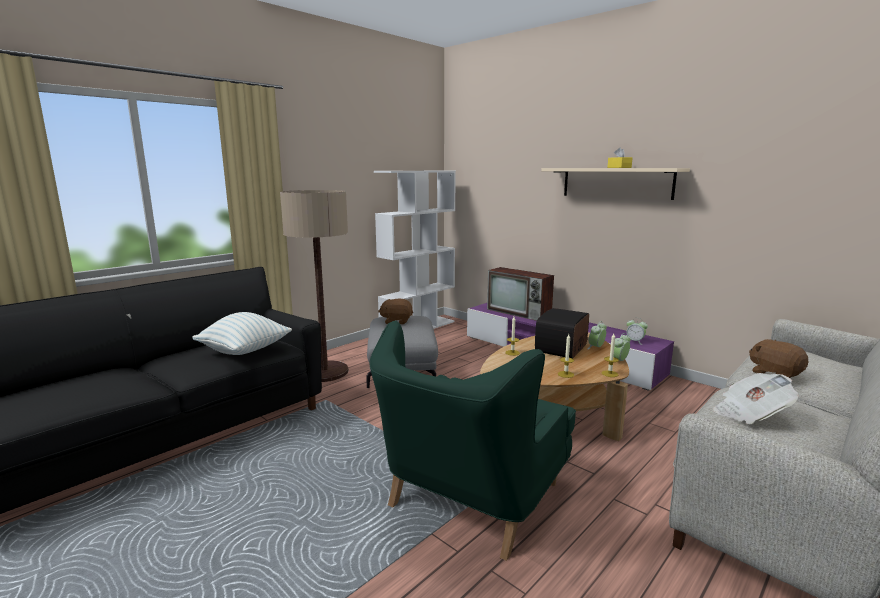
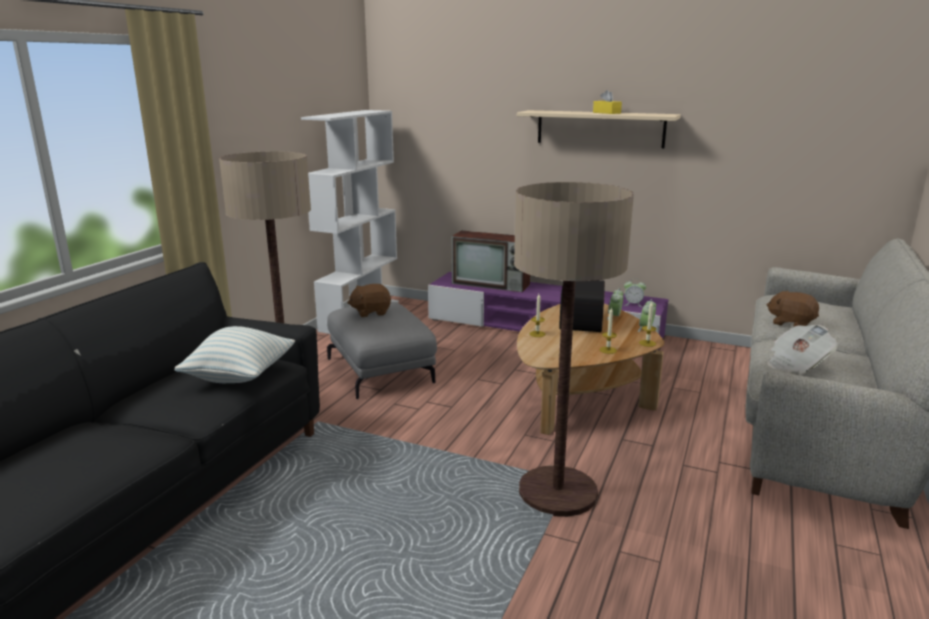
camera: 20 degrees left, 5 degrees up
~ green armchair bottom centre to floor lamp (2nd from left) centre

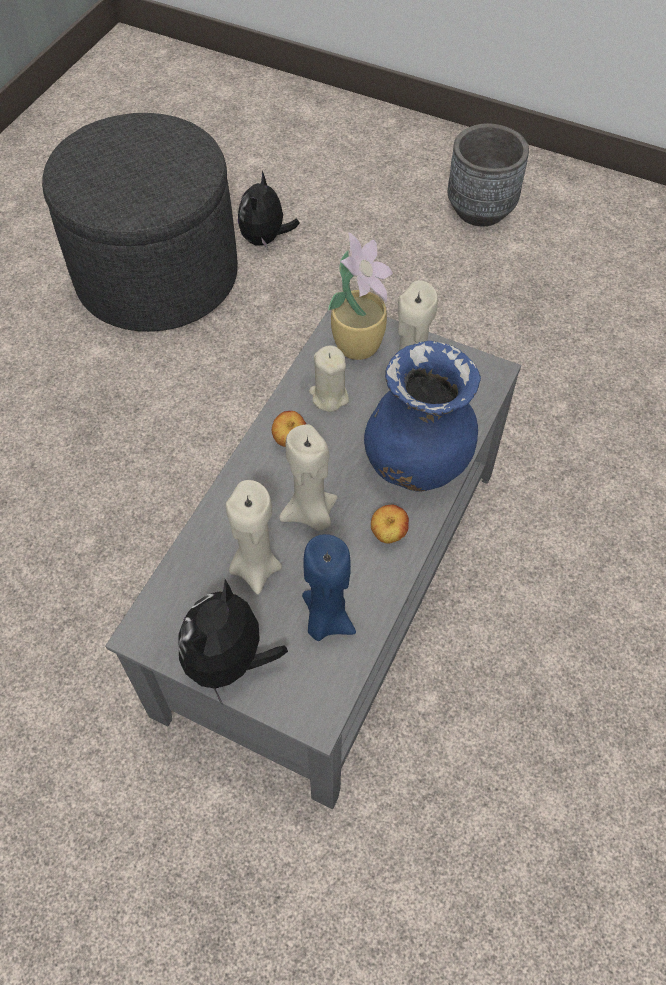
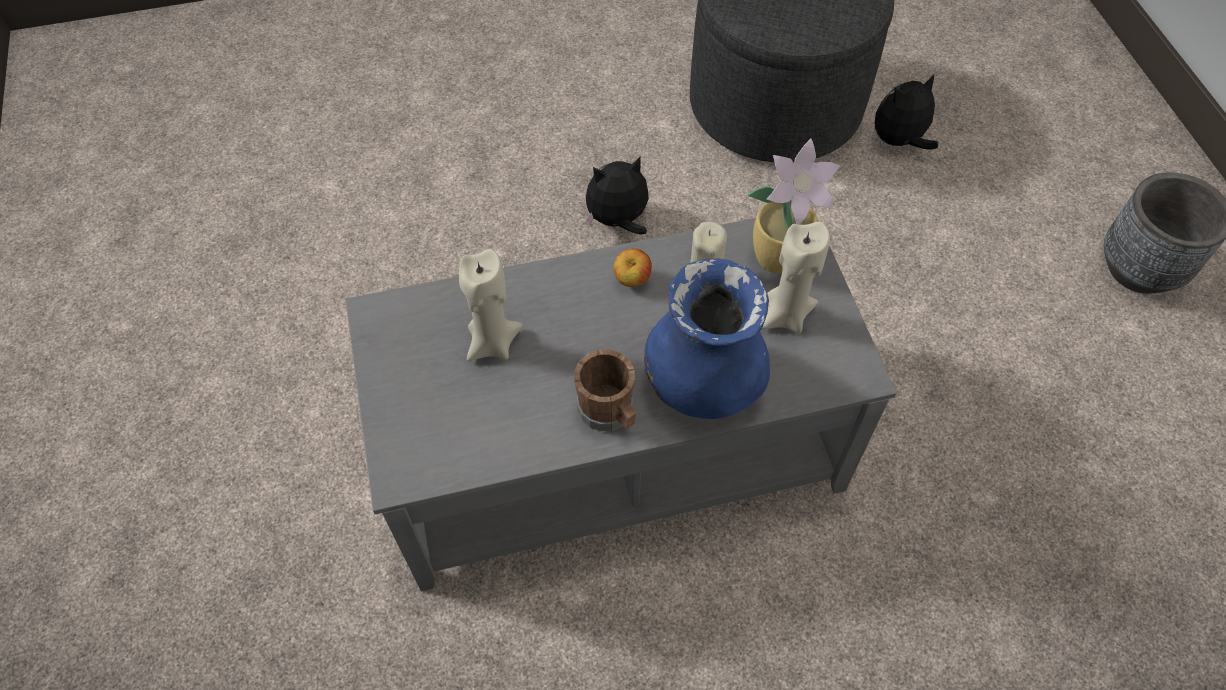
camera: 50 degrees right, 0 degrees up
~ plush toy (1st from left) centre to top centre
- beige candle (2nd from left) centre
- blue candle centre
~ apple (2nd from left) centre to brown mug centre

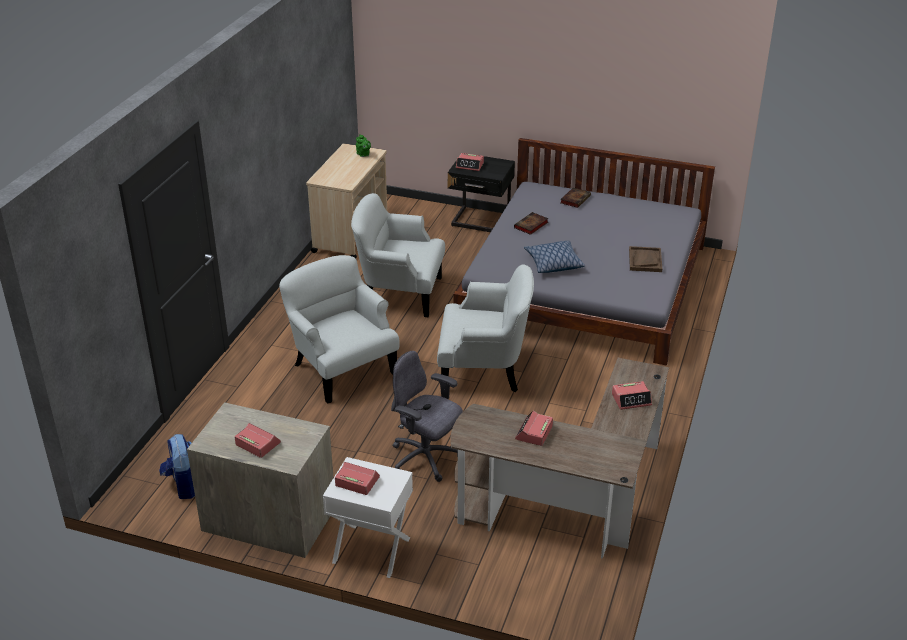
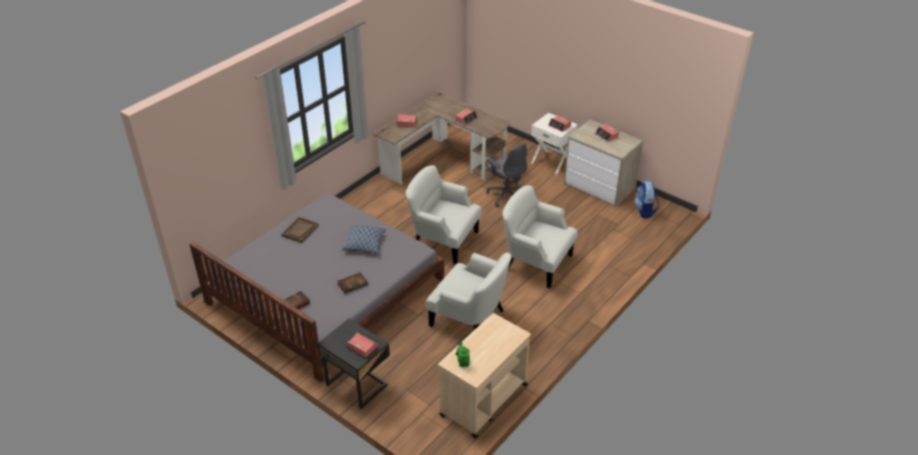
camera: 160 degrees left, 5 degrees up
~ white armchair (1st from left in the first image) centre = centre 135 degrees clockwise

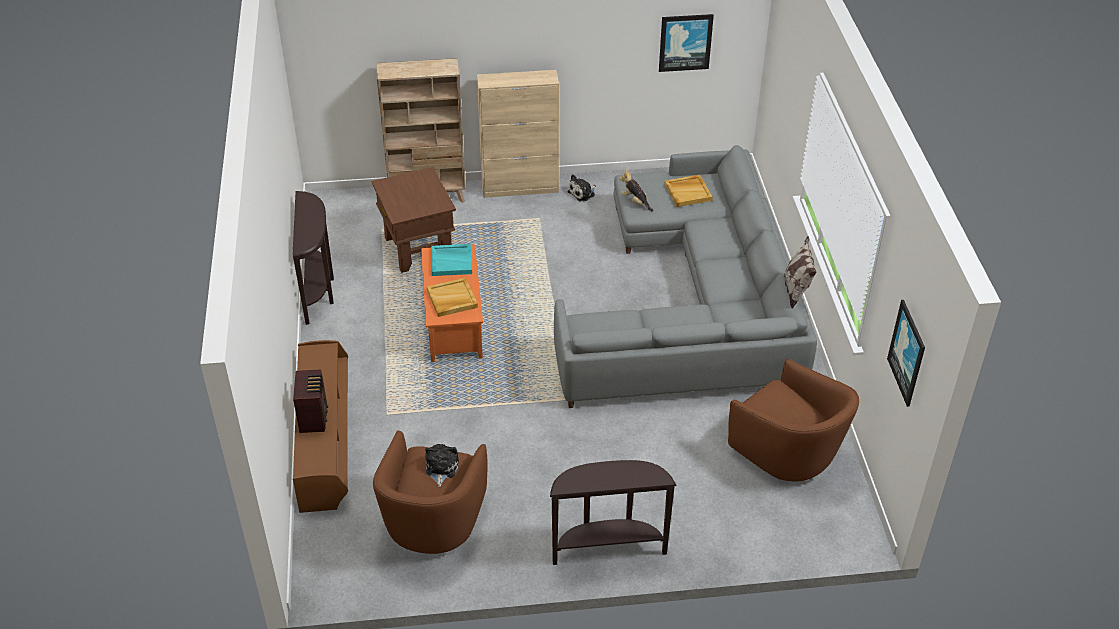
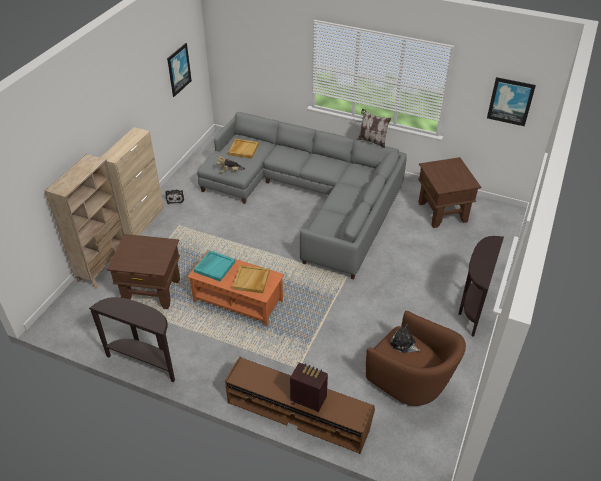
camera: 60 degrees left, 0 degrees up
~ brown armchair (2nd from left) bottom right to brown side table (2nd from left) middle right

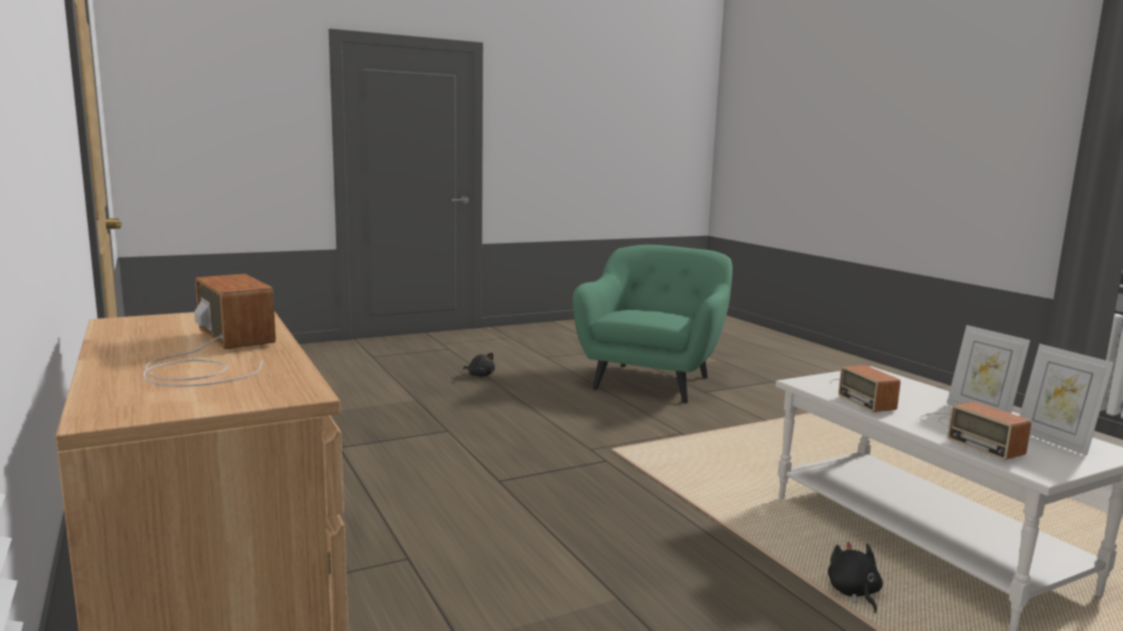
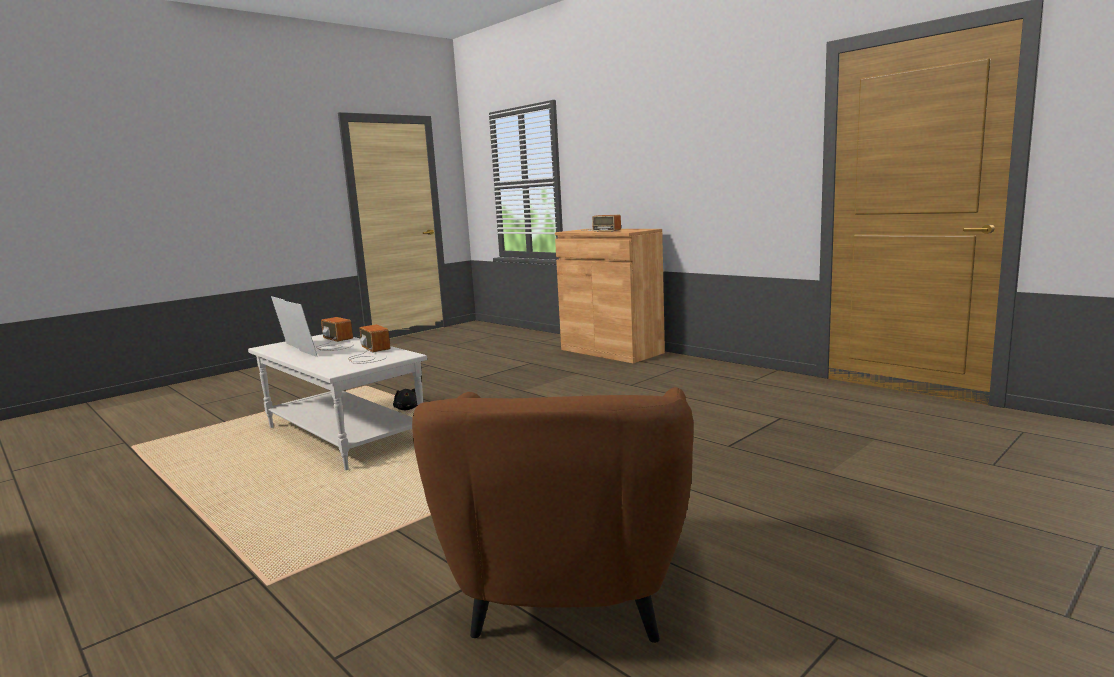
camera: 165 degrees right, 0 degrees up
- black plush toy (1st from left) centre
~ green armchair centre to brown armchair bottom centre

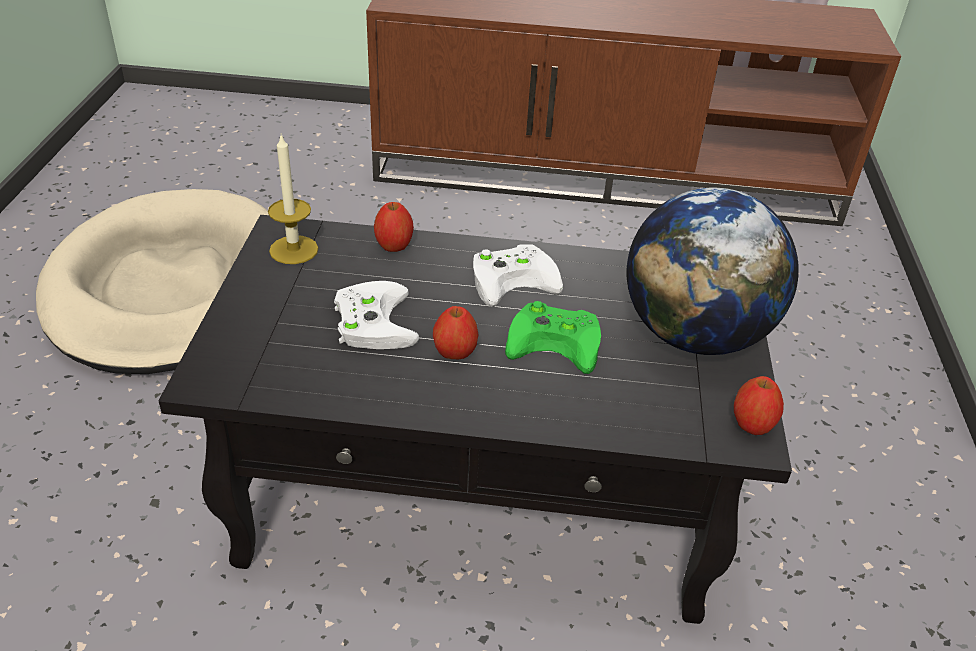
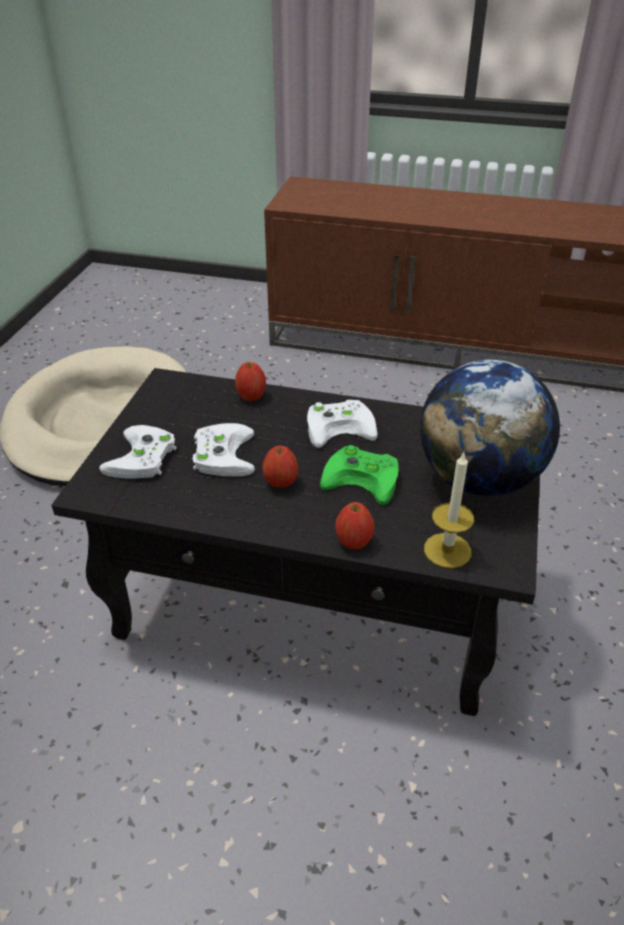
camera: 10 degrees right, 0 degrees up
~ candle top left to middle right
~ apple (3rd from left) middle right to centre
+ white game controller (1st from left) middle left

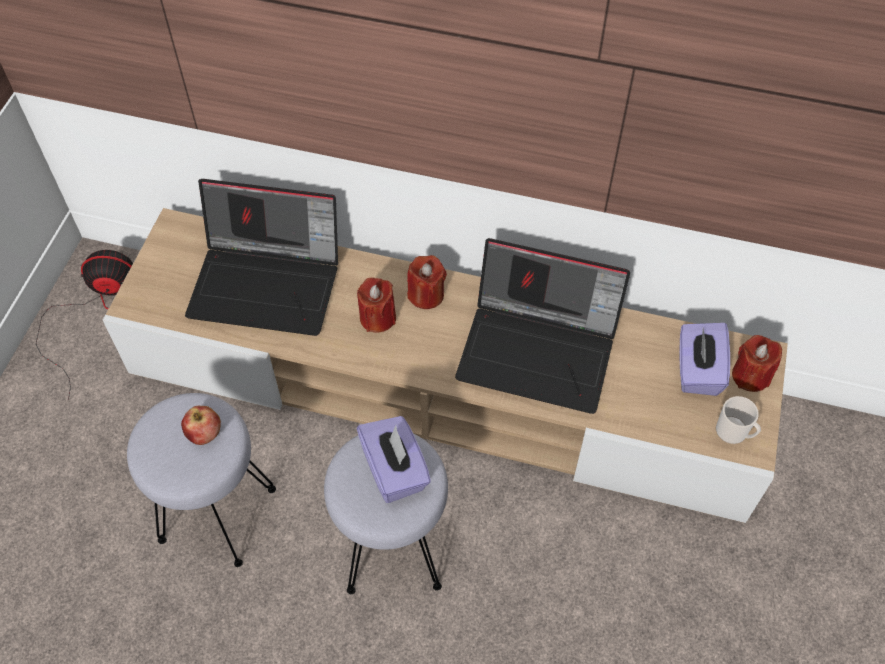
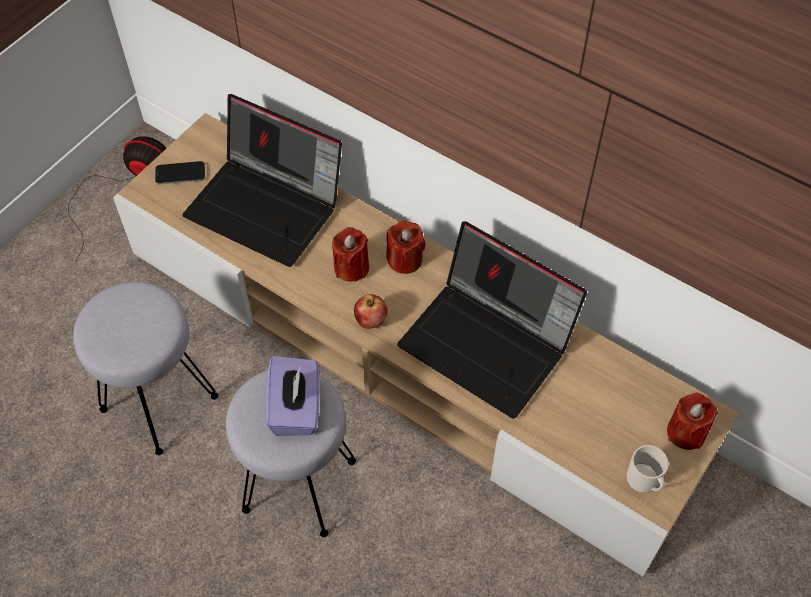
camera: 20 degrees right, 0 degrees up
~ apple middle left to centre
- purple tissue box (2nd from left) middle right
+ phone top left

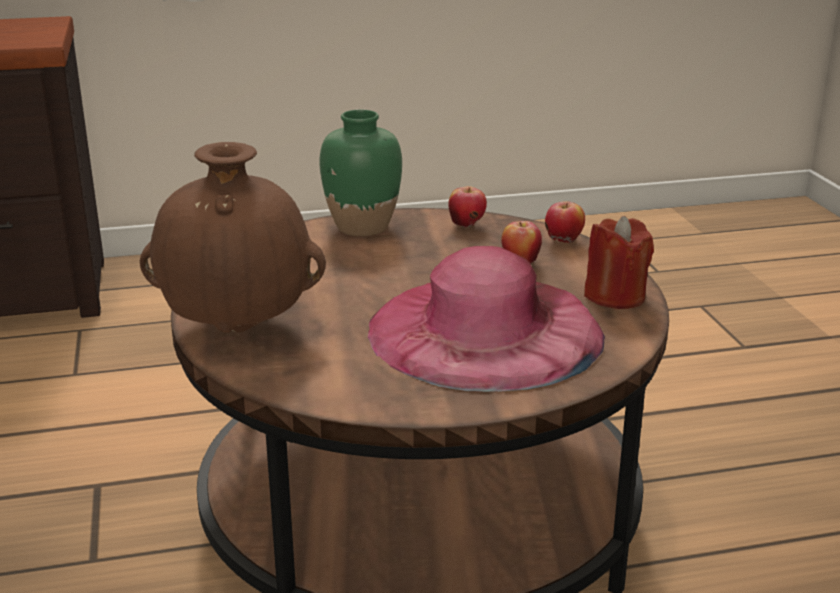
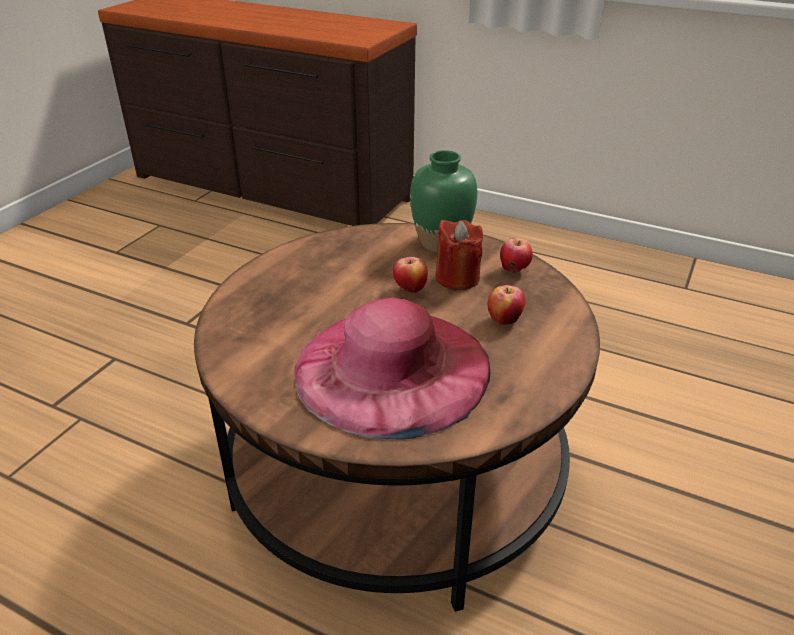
camera: 40 degrees right, 10 degrees up
- brown vase middle left
~ apple (3rd from left in the first image) middle right to apple (1st from left) centre
~ red candle middle right to centre

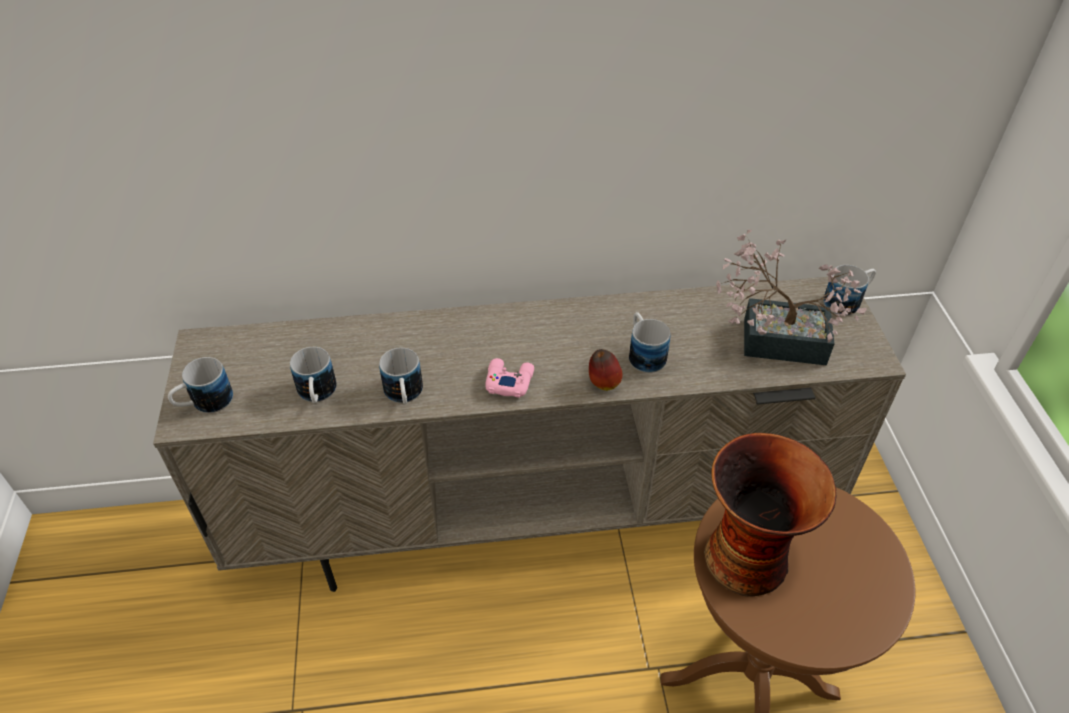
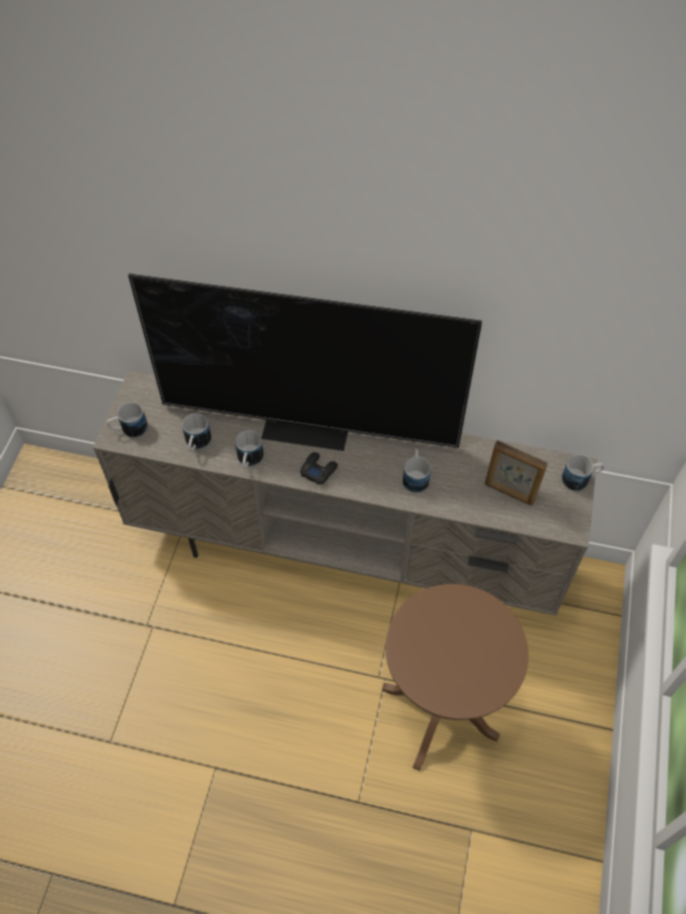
camera: 20 degrees right, 10 degrees up
~ pink game controller centre to black game controller centre
- apple centre
- vase bottom right
~ potted plant middle right to picture frame middle right
+ television centre

